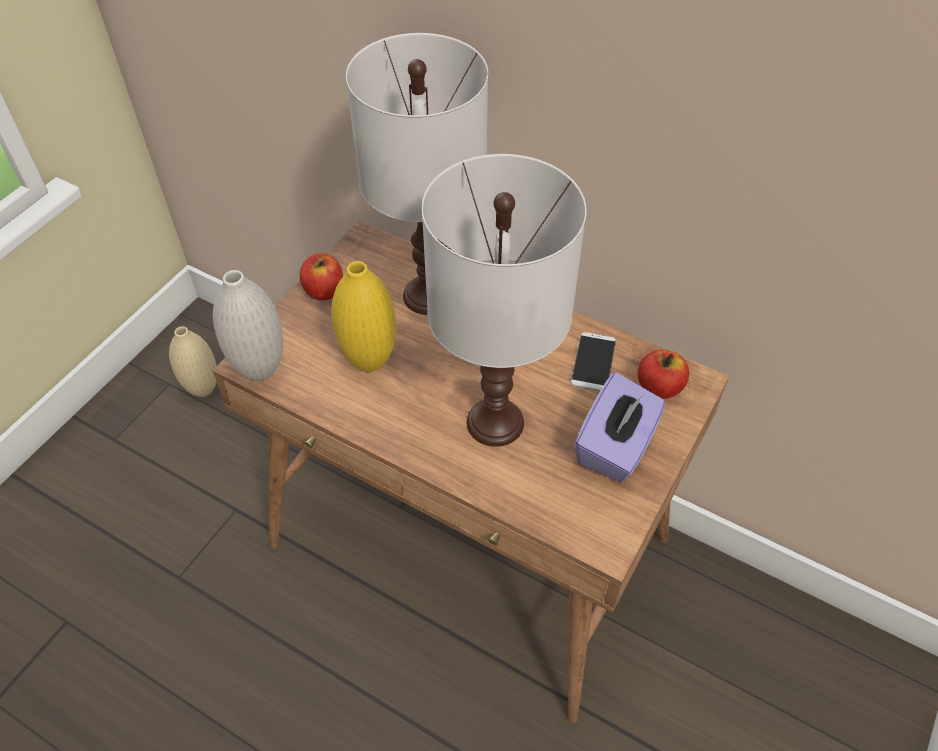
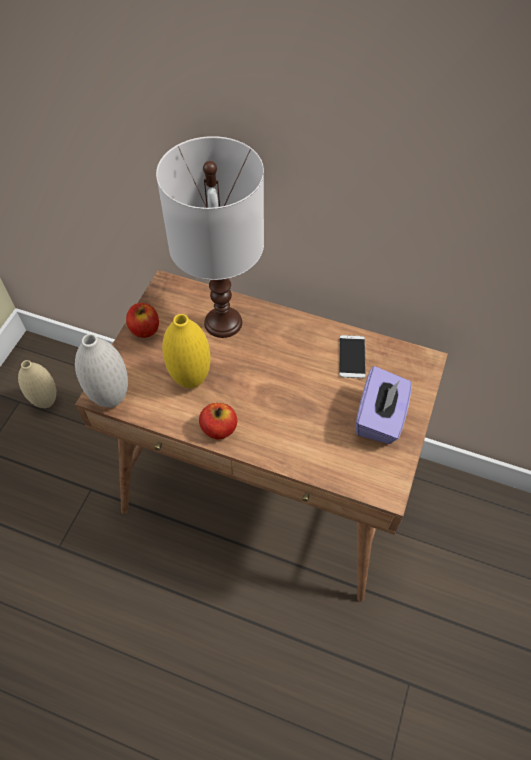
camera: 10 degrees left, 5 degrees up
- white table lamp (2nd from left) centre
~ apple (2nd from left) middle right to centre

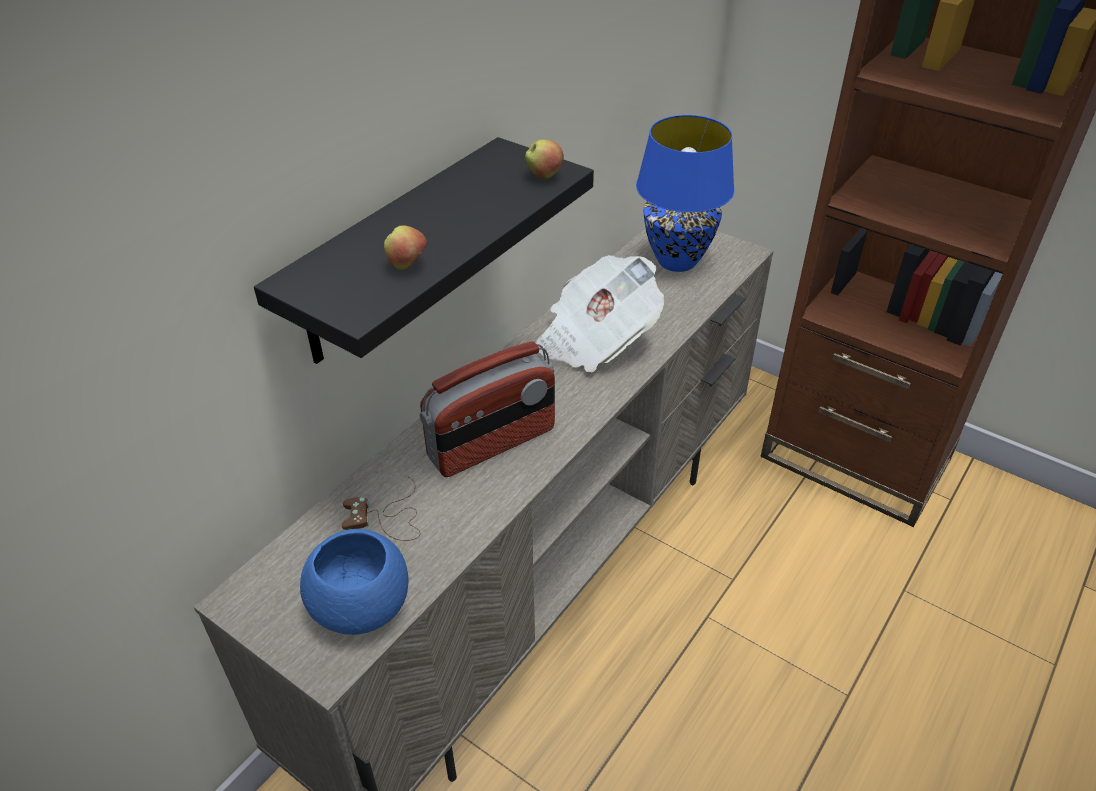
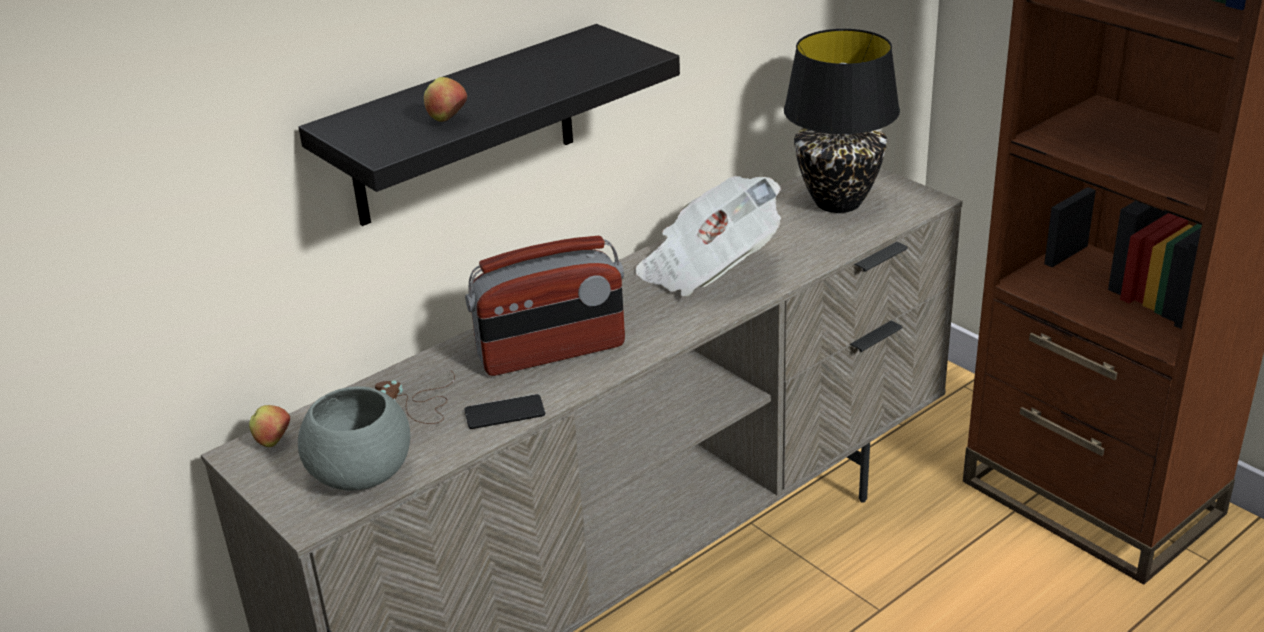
camera: 15 degrees right, 10 degrees down
~ blue bowl bottom left to grey bowl bottom left
~ apple (2nd from left in the first image) top centre to apple (1st from left) bottom left
~ blue table lamp top centre to black table lamp top centre
+ phone centre

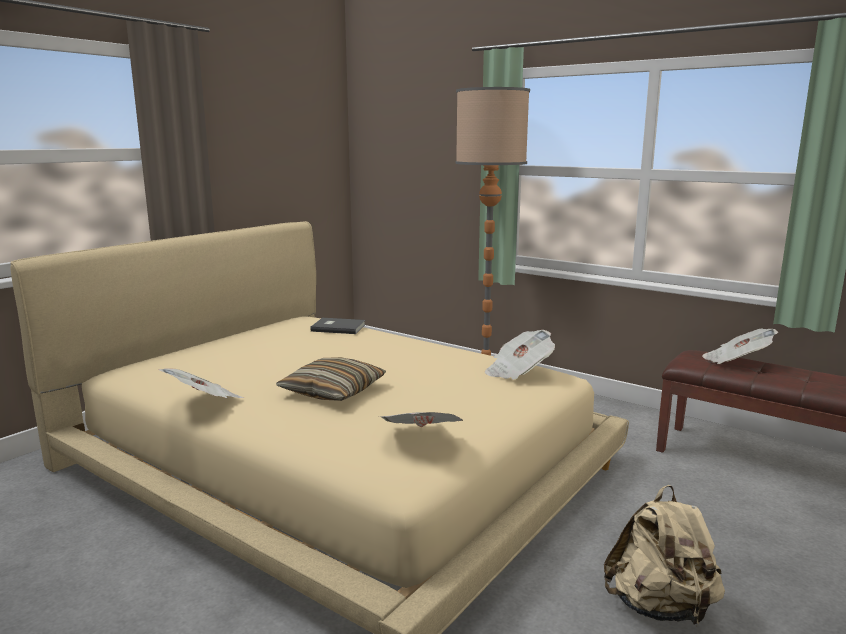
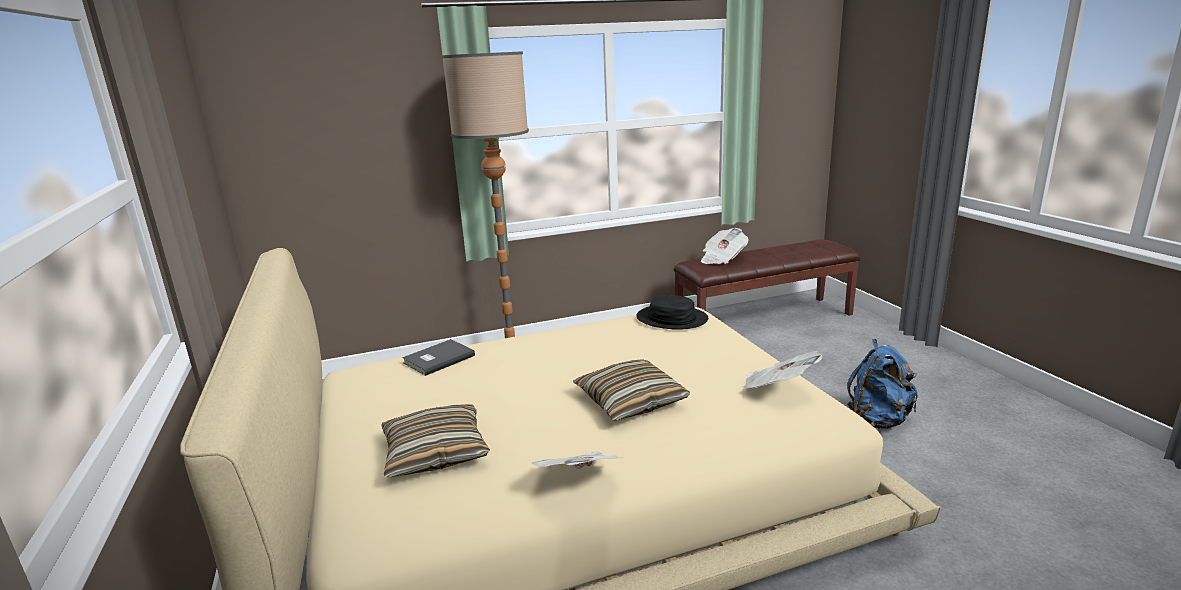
camera: 55 degrees left, 5 degrees up
~ newspaper (3rd from left) centre to black hat centre
~ beige backpack bottom right to blue backpack middle right
+ pillow (1st from left) bottom centre

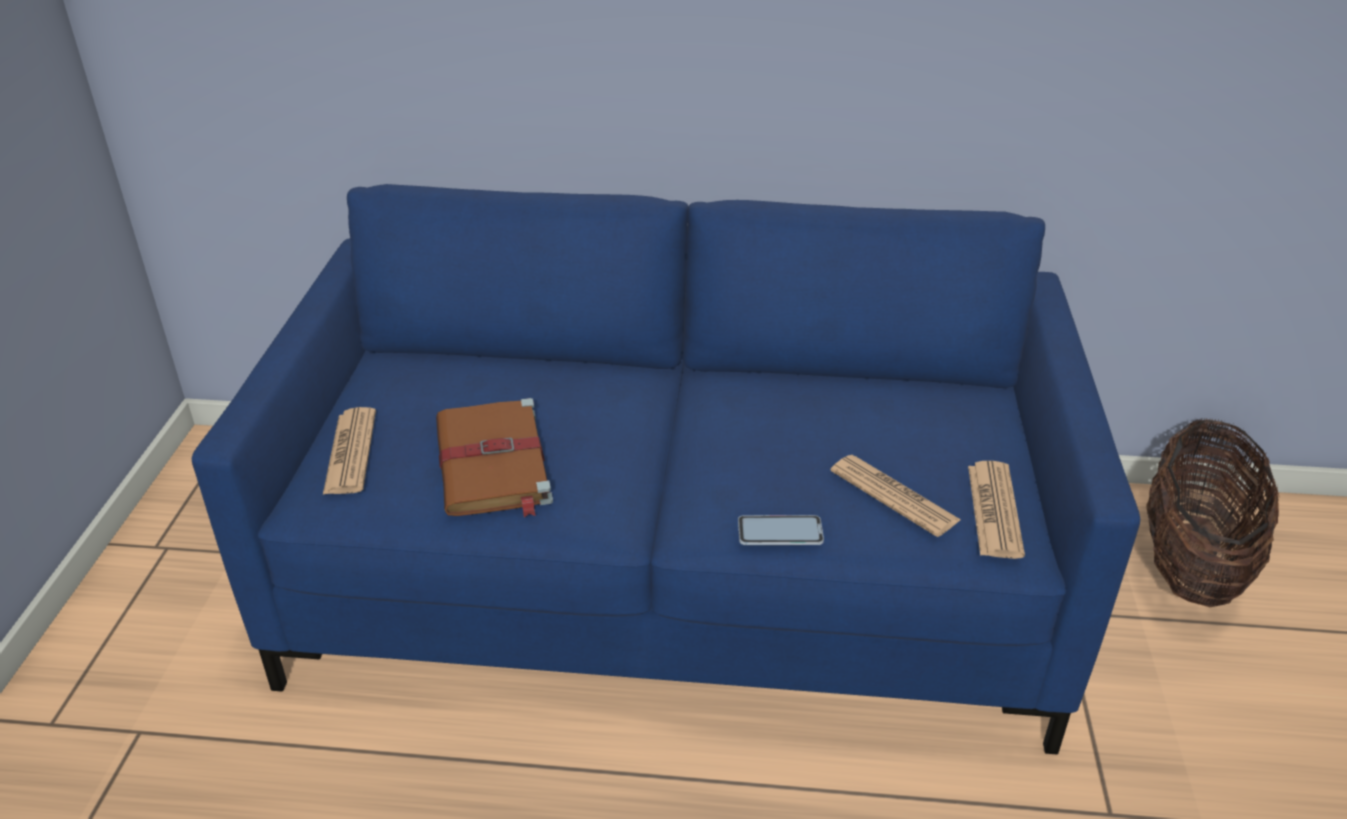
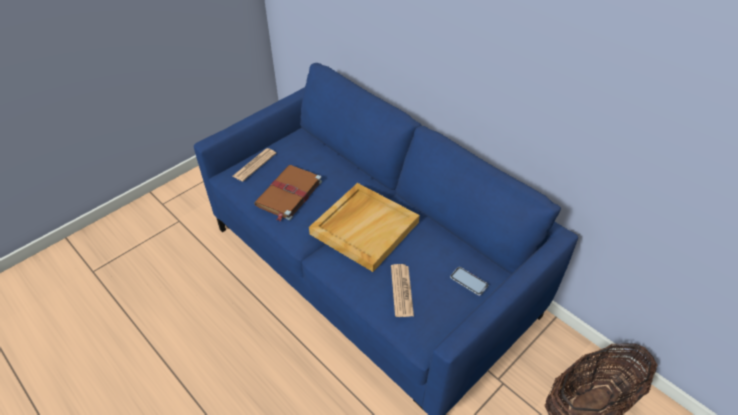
camera: 40 degrees right, 10 degrees up
~ phone centre to bottom centre
- newspaper (3rd from left) middle right
+ beige tray centre

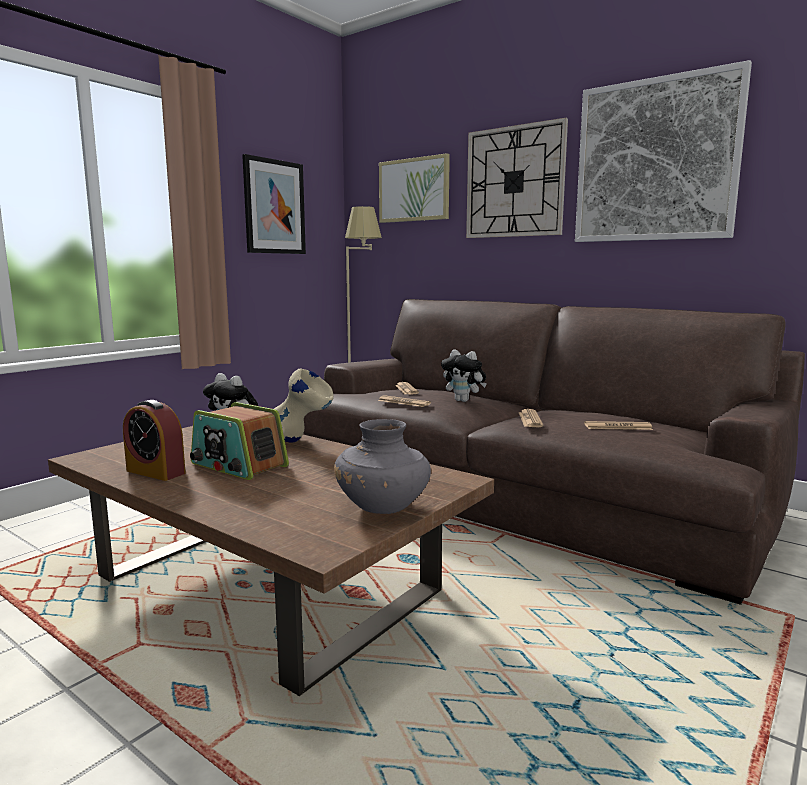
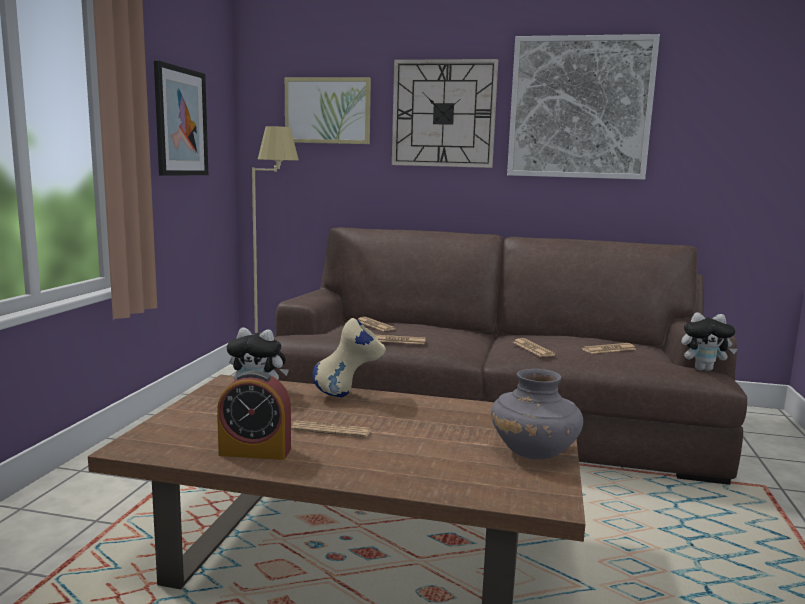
camera: 25 degrees left, 0 degrees up
~ radio middle left to newspaper (1st from left) bottom centre
~ plush toy (2nd from left) centre to middle right

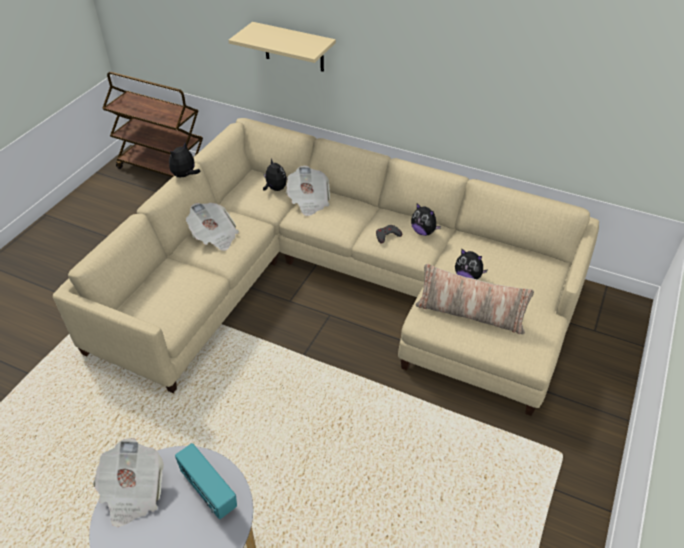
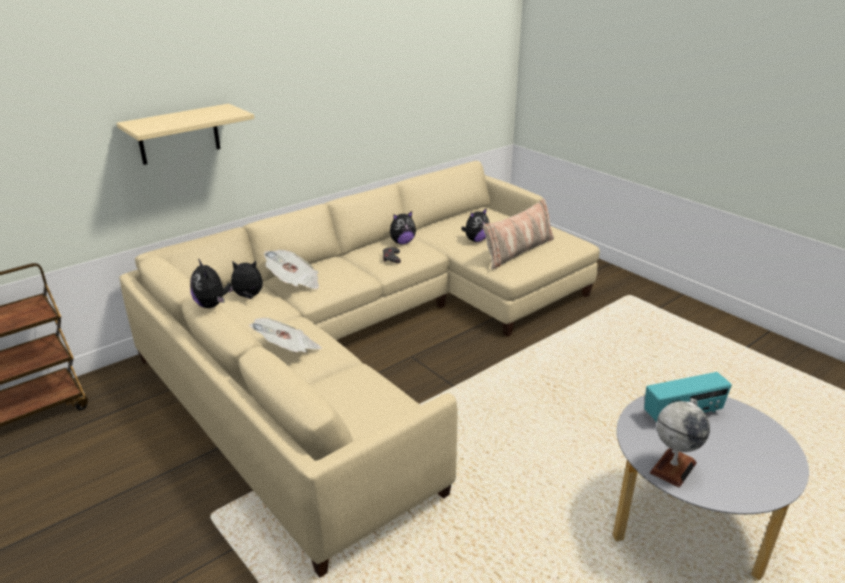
camera: 65 degrees left, 15 degrees down
~ newspaper (1st from left) bottom left to globe bottom right

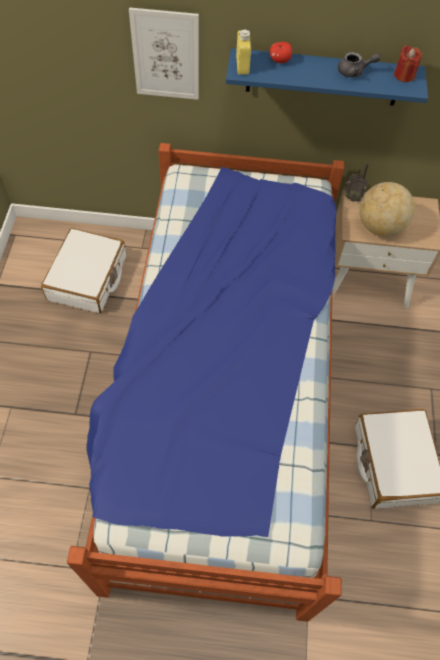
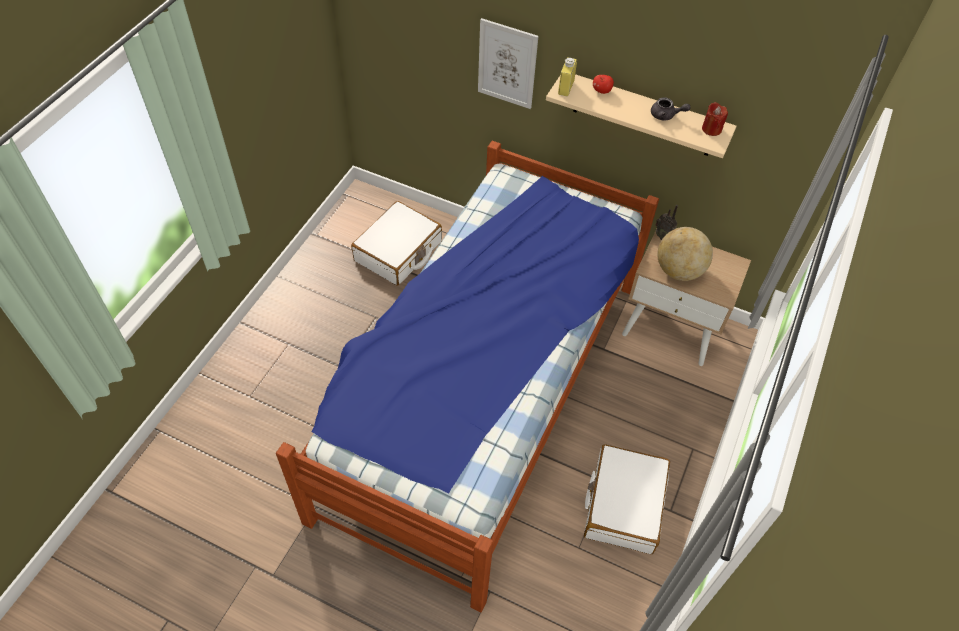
camera: 20 degrees right, 5 degrees down
~ blue shelf top right to beige shelf top right

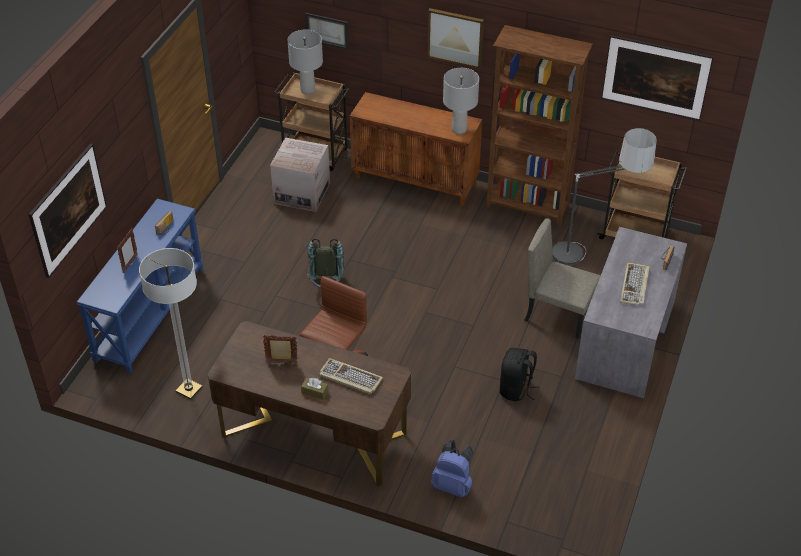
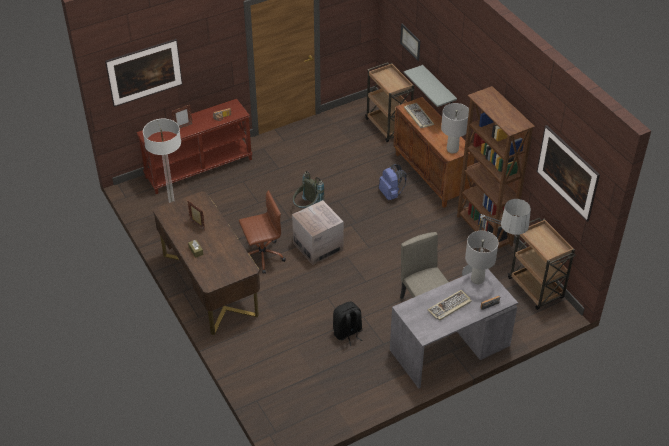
camera: 40 degrees right, 0 degrees up
~ blue console table middle left to brown console table top left
~ cardboard box top centre to centre
~ grey table lamp (1st from left in the first image) top centre to grey table lamp (2nd from left) middle right
~ keyboard (1st from left) bottom centre to top centre
- picture (3rd from left) top centre
~ blue backpack bottom centre to centre
+ grey shelf top centre

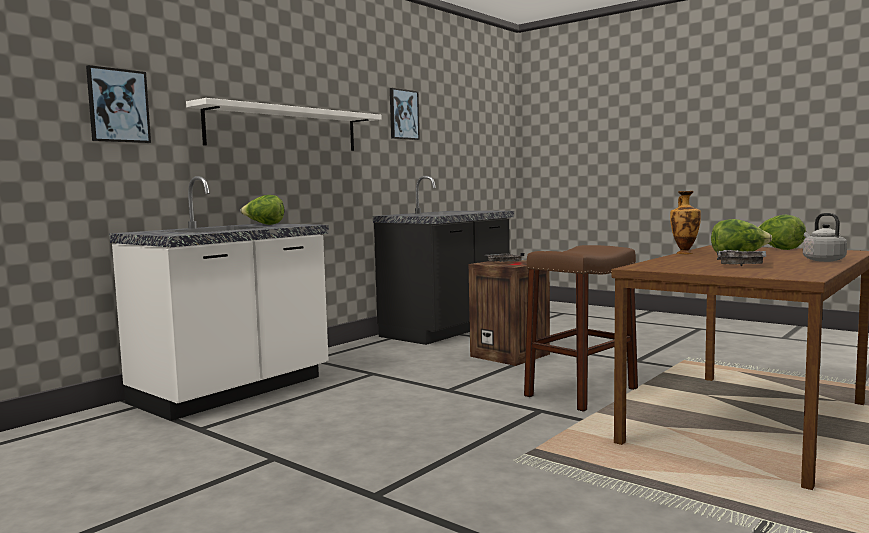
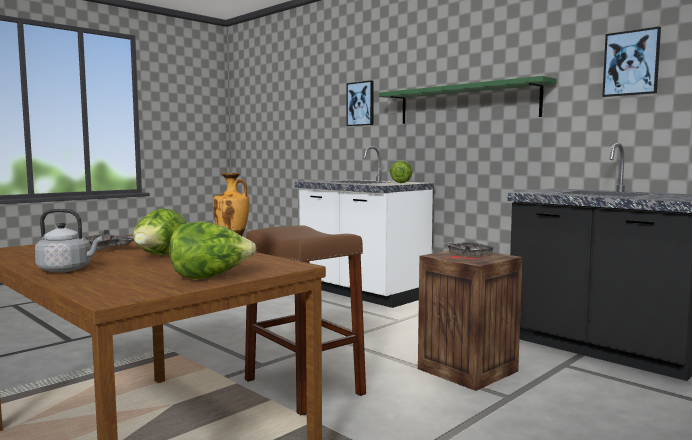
camera: 95 degrees right, 0 degrees up
~ white shelf top left to green shelf top right

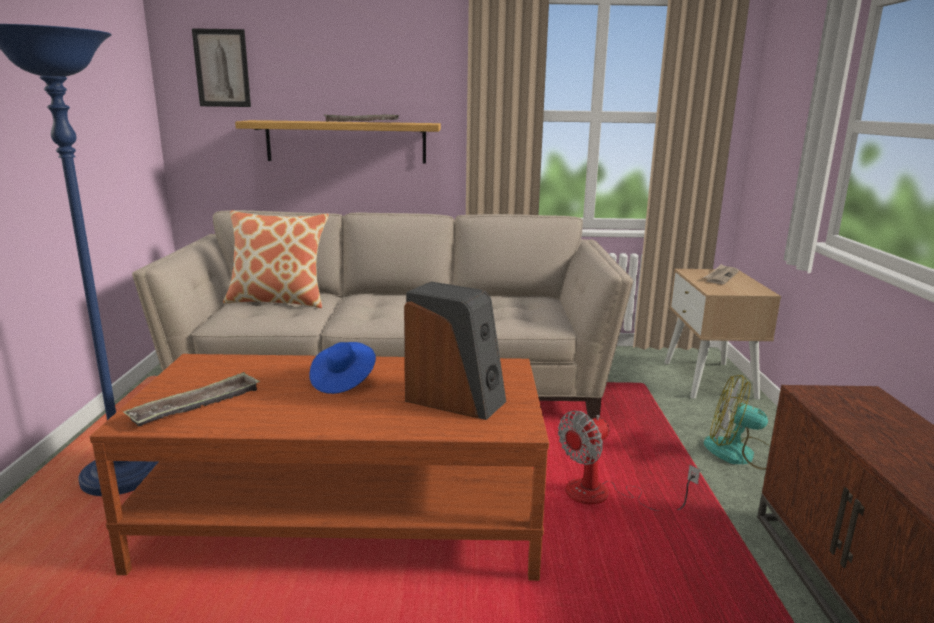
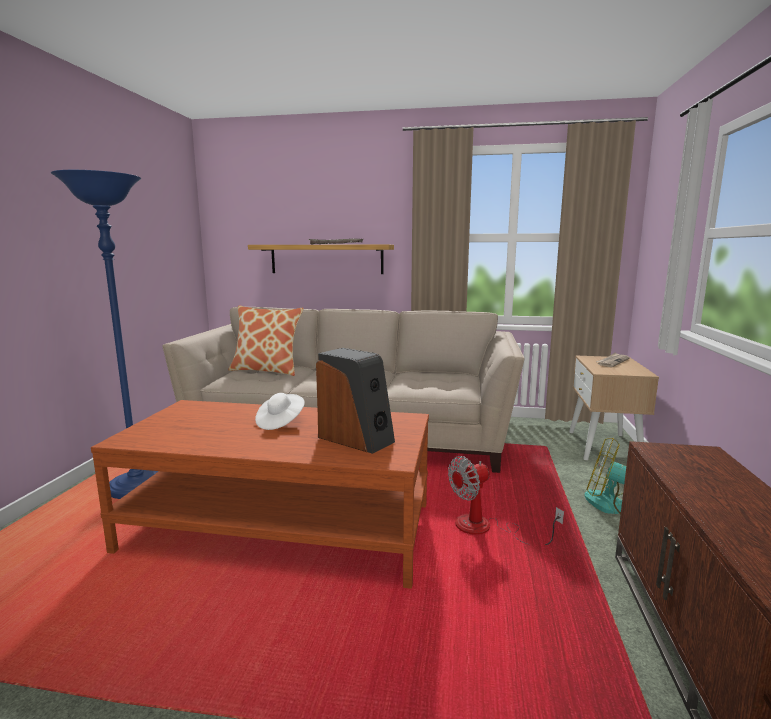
camera: 10 degrees right, 5 degrees down
- tray (1st from left) middle left
- picture top left
~ blue hat centre to white hat centre

